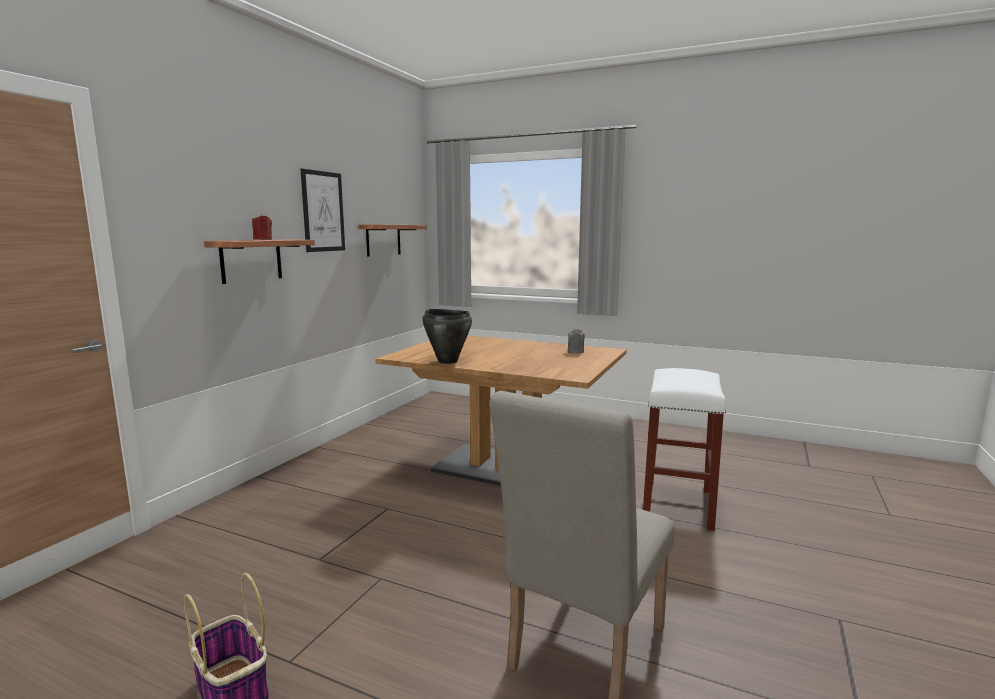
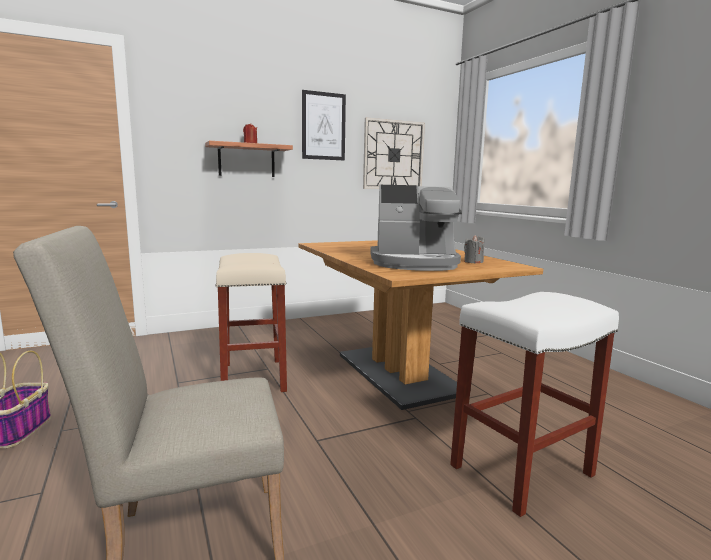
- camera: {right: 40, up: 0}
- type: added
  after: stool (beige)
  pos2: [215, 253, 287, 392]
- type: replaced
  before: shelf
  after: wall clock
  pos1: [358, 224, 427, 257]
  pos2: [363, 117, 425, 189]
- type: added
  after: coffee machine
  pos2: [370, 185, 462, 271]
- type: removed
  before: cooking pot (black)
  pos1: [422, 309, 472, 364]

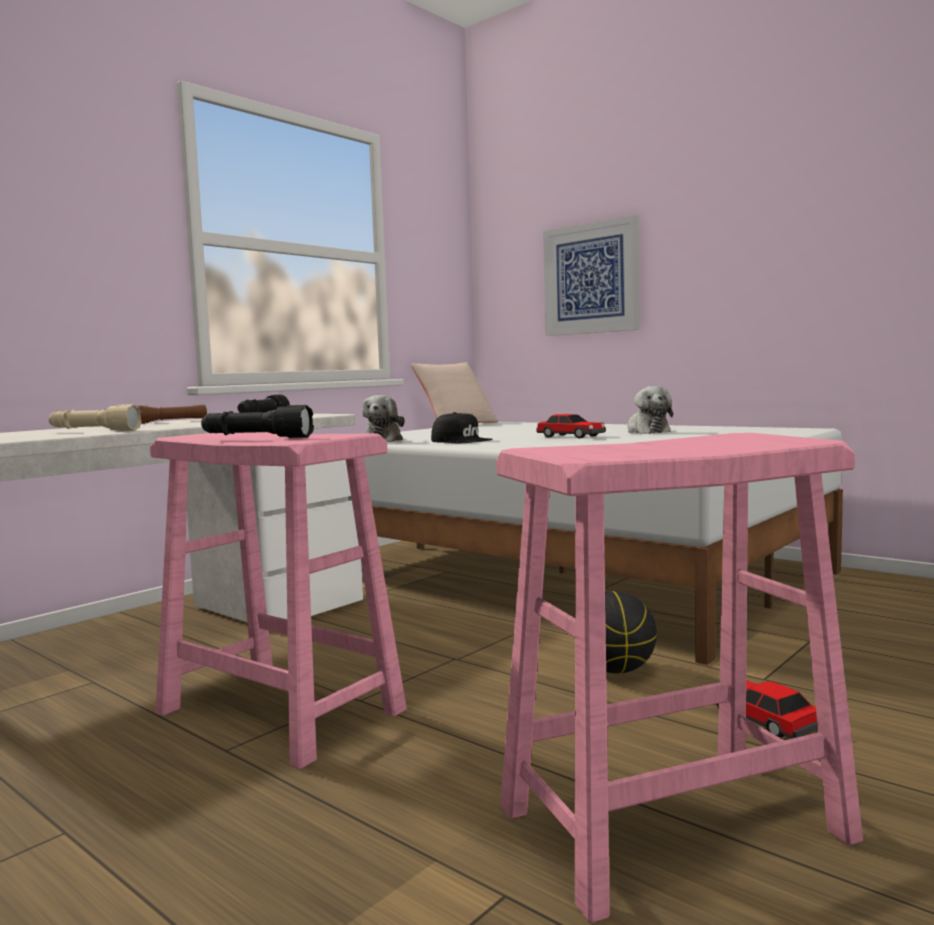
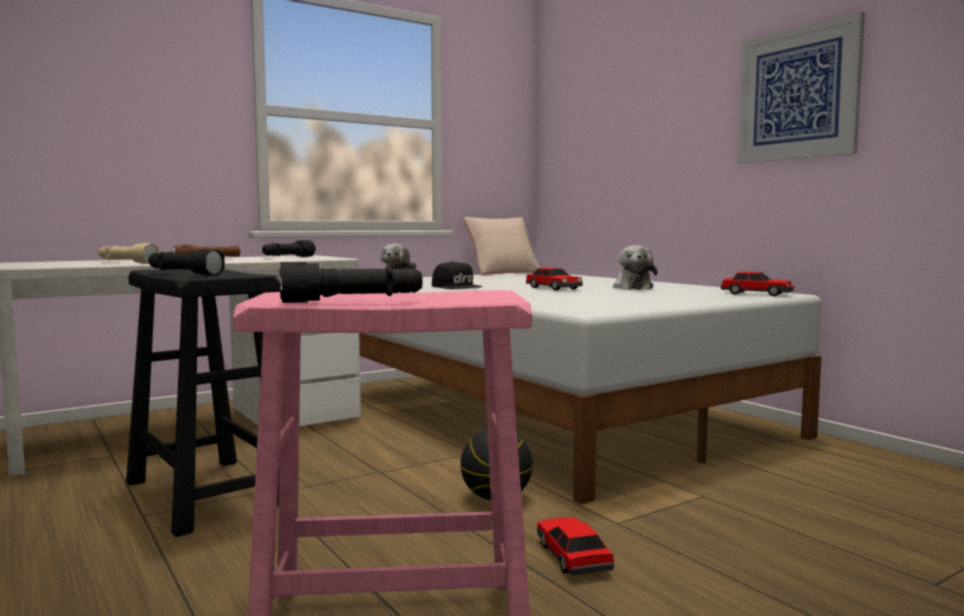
- camera: {right: 15, up: 0}
- type: recoloured
  before: stool (pink)
  after: stool (black)
  pos1: [150, 432, 407, 769]
  pos2: [126, 269, 281, 537]
- type: added
  after: flashlight (black)
  pos2: [280, 262, 422, 303]
- type: added
  after: toy car
  pos2: [721, 271, 794, 296]
- type: moved
  before: picture
  pos1: [543, 215, 640, 336]
  pos2: [737, 11, 865, 163]

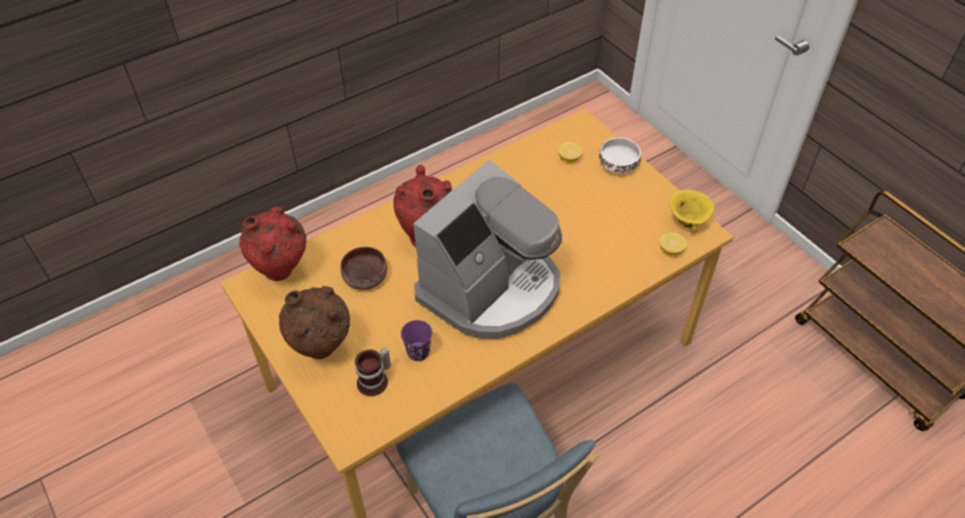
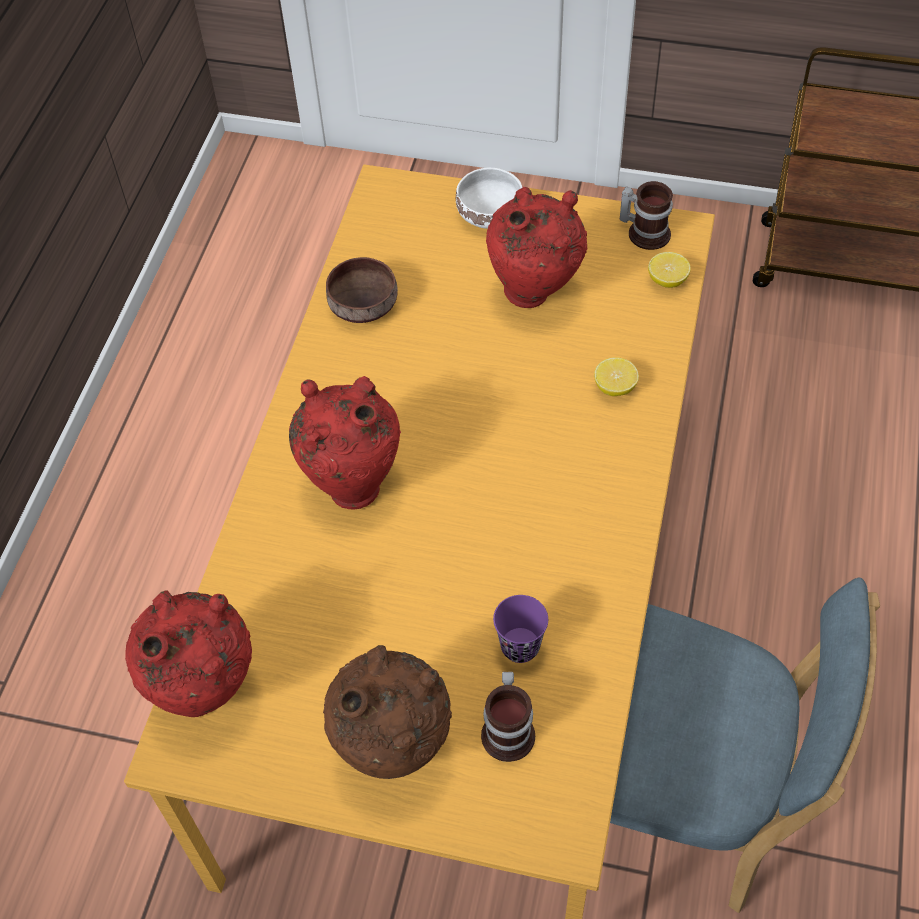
- camera: {right: -40, up: 5}
- type: moved
  before: bowl (brown)
  pos1: [340, 247, 387, 290]
  pos2: [326, 257, 398, 323]
- type: added
  after: vase (red)
  pos2: [486, 187, 587, 308]
- type: moved
  before: lemon
  pos1: [558, 142, 582, 162]
  pos2: [594, 358, 639, 396]
- type: replaced
  before: bowl (yellow)
  after: mug
  pos1: [669, 190, 714, 233]
  pos2: [620, 181, 673, 250]
- type: removed
  before: coffee machine
  pos1: [413, 160, 562, 339]

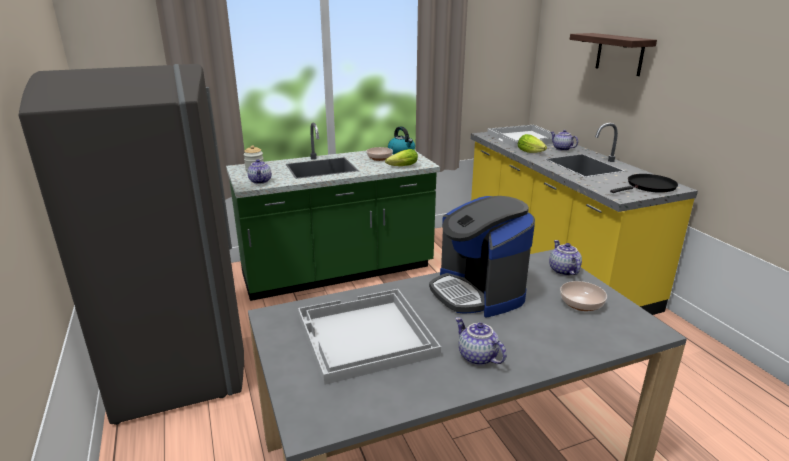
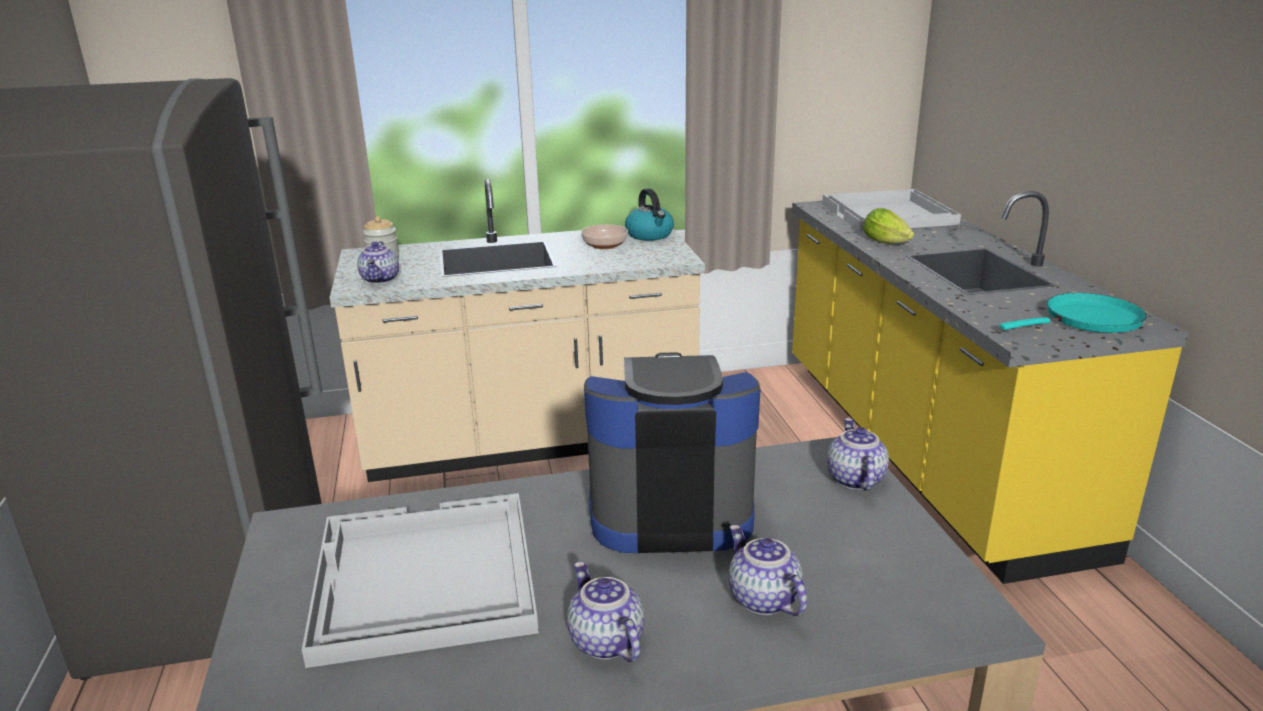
- camera: {right: 10, up: 0}
- type: recoloured
  before: counter (green)
  after: counter (beige)
  pos1: [226, 123, 440, 301]
  pos2: [330, 179, 705, 482]
- type: turned
  before: coffee machine
  pos1: [429, 196, 535, 318]
  pos2: [584, 352, 760, 553]
  turn: 105
- type: moved
  before: teapot
  pos1: [551, 130, 578, 151]
  pos2: [729, 525, 807, 616]
- type: recoloured
  before: frying pan (black)
  after: frying pan (turquoise)
  pos1: [610, 174, 678, 193]
  pos2: [1000, 293, 1147, 333]
- type: removed
  before: lettuce
  pos1: [385, 149, 418, 166]
- type: removed
  before: bowl
  pos1: [560, 281, 607, 311]
- type: removed
  before: shelf
  pos1: [570, 33, 657, 76]

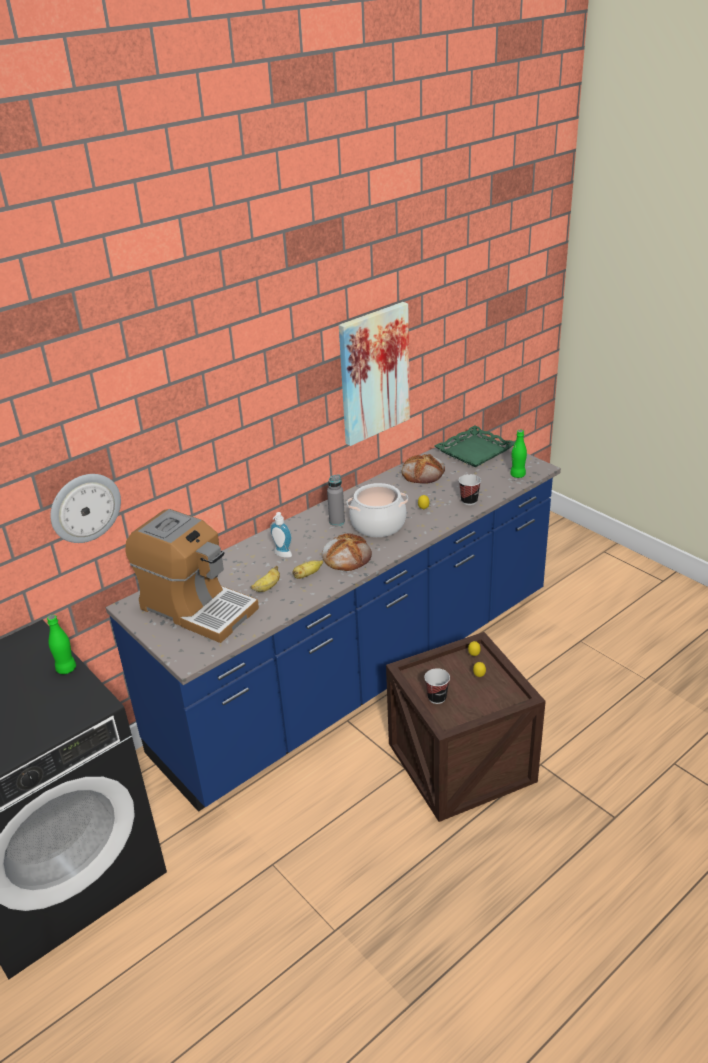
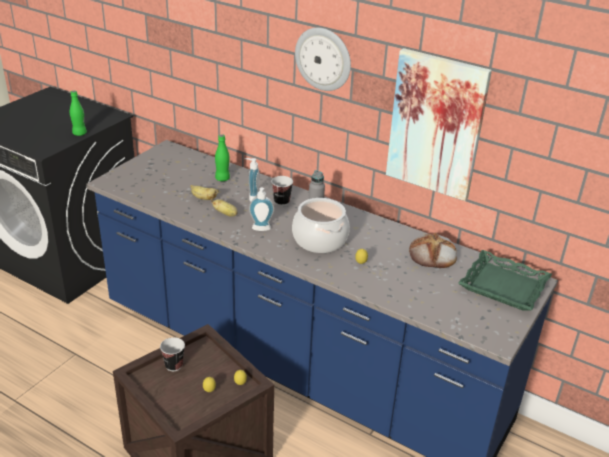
- camera: {right: 70, up: 0}
- type: moved
  before: bottle (green)
  pos1: [510, 430, 527, 478]
  pos2: [215, 134, 230, 181]
- type: replaced
  before: bread
  after: soap dispenser
  pos1: [322, 533, 372, 571]
  pos2: [249, 187, 274, 231]
- type: moved
  before: cup
  pos1: [459, 474, 481, 505]
  pos2: [271, 176, 293, 206]
- type: moved
  before: wall clock
  pos1: [50, 474, 121, 543]
  pos2: [295, 28, 351, 91]
- type: removed
  before: coffee machine
  pos1: [125, 509, 259, 643]

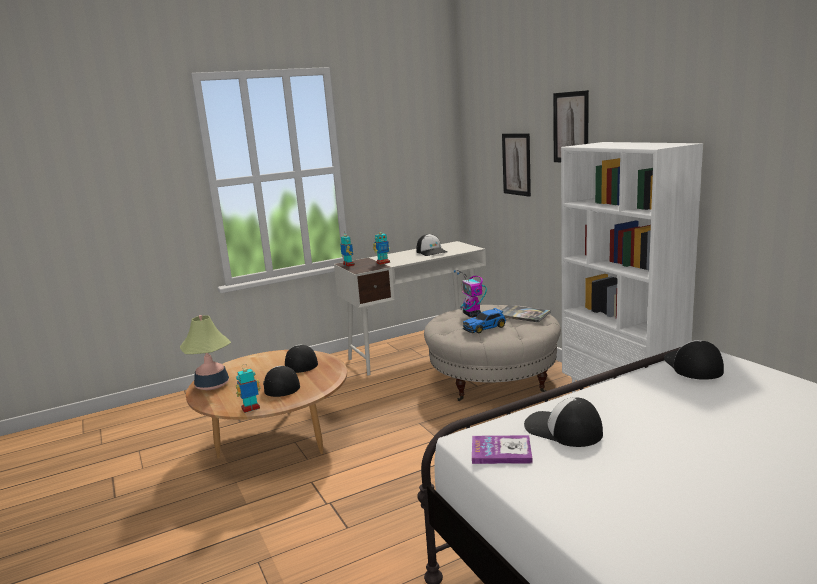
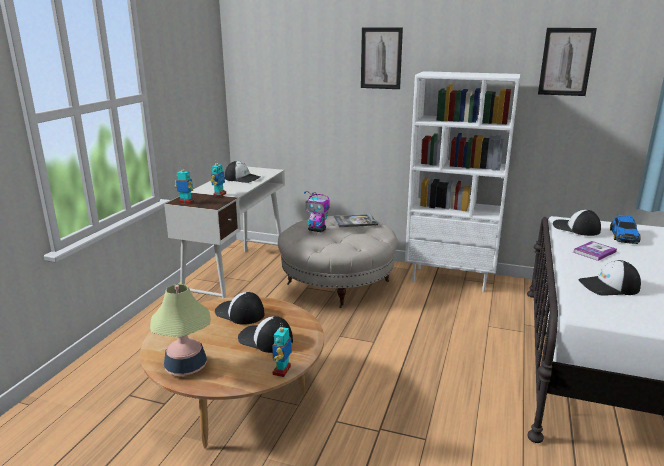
- camera: {right: -45, up: 5}
- type: moved
  before: picture
  pos1: [502, 133, 531, 197]
  pos2: [538, 28, 597, 96]
- type: moved
  before: book
  pos1: [472, 435, 533, 464]
  pos2: [573, 241, 617, 261]
- type: moved
  before: toy car
  pos1: [463, 308, 506, 333]
  pos2: [610, 215, 641, 244]

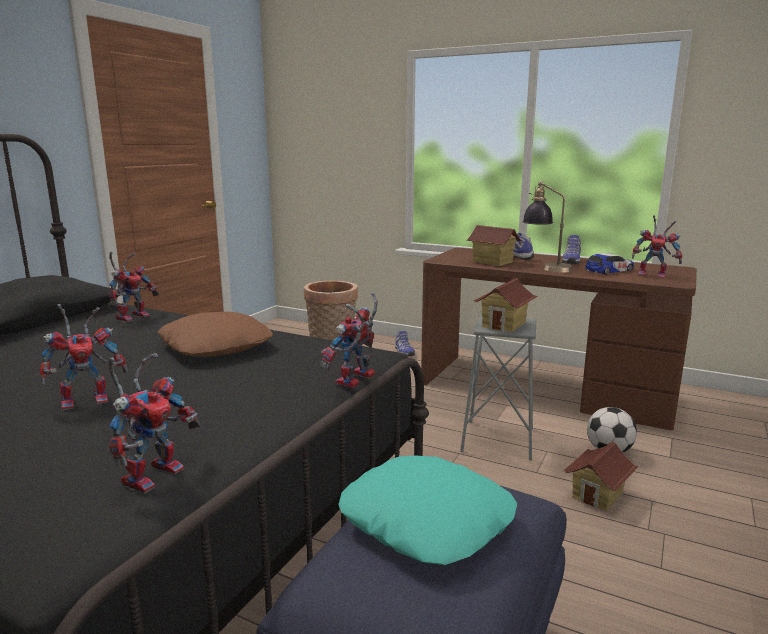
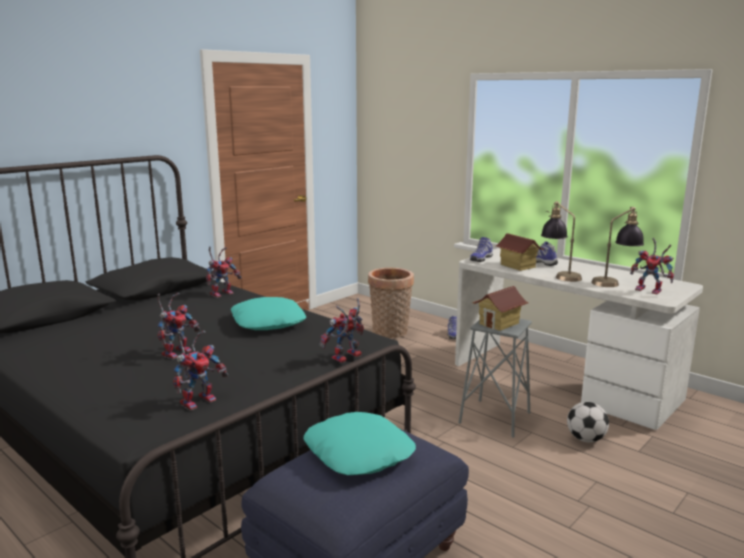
- camera: {right: 15, up: 0}
- type: turned
  before: toy robot
  pos1: [40, 304, 128, 411]
  pos2: [157, 293, 200, 359]
  turn: -45
- type: recoloured
  before: pillow (brown)
  after: pillow (turquoise)
  pos1: [158, 311, 273, 357]
  pos2: [231, 297, 306, 330]
- type: recoloured
  before: desk (brown)
  after: desk (white)
  pos1: [421, 248, 697, 430]
  pos2: [455, 248, 703, 430]
- type: moved
  before: shoe
  pos1: [562, 235, 581, 264]
  pos2: [470, 237, 493, 262]
- type: replaced
  before: toy car
  after: table lamp
  pos1: [585, 253, 634, 275]
  pos2: [591, 207, 644, 287]
- type: removed
  before: toy house
  pos1: [563, 442, 638, 511]

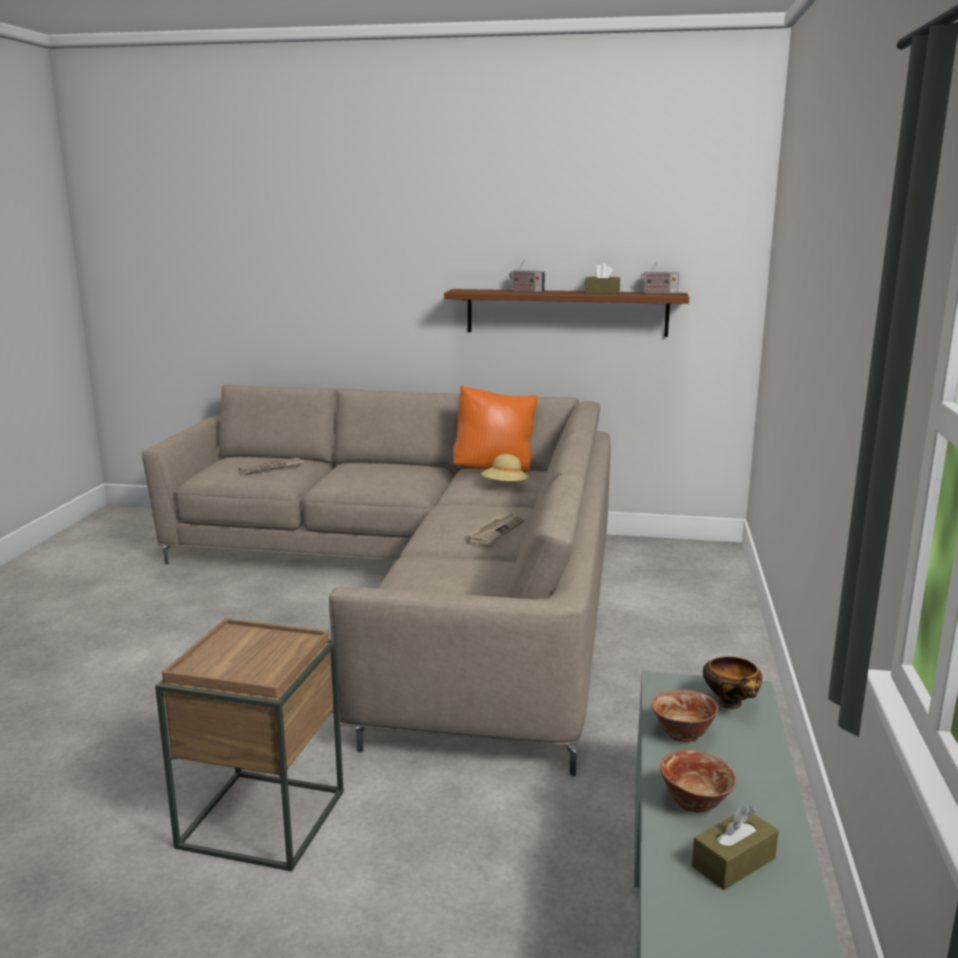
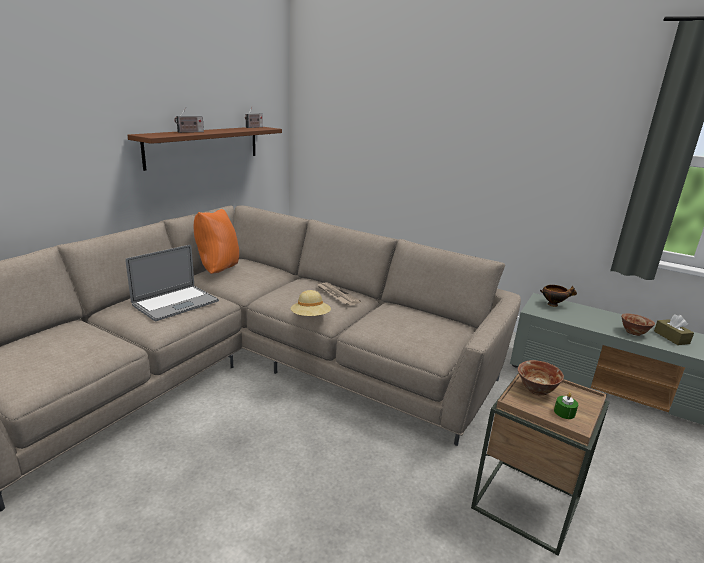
- camera: {right: -70, up: 5}
- type: added
  after: laptop
  pos2: [126, 244, 219, 322]
- type: moved
  before: hat (beige)
  pos1: [481, 454, 529, 482]
  pos2: [291, 290, 331, 316]
- type: moved
  before: bowl
  pos1: [651, 690, 718, 742]
  pos2: [518, 360, 564, 396]
- type: added
  after: candle (green)
  pos2: [554, 392, 578, 419]
- type: removed
  before: newspaper
  pos1: [239, 458, 304, 475]
- type: removed
  before: tissue box (brown)
  pos1: [585, 263, 620, 294]

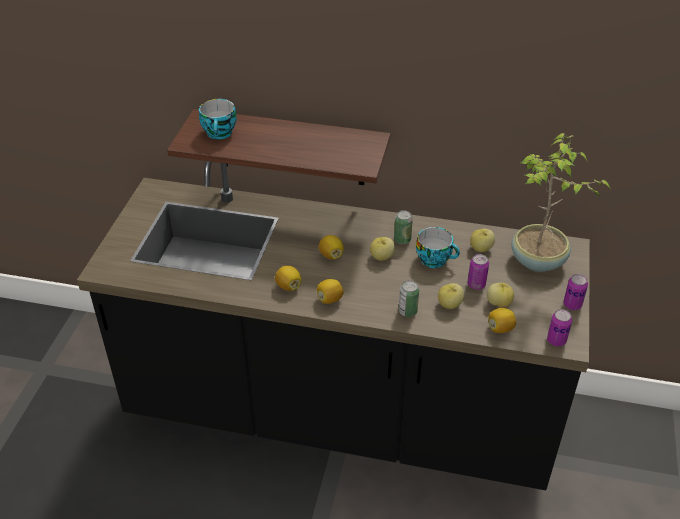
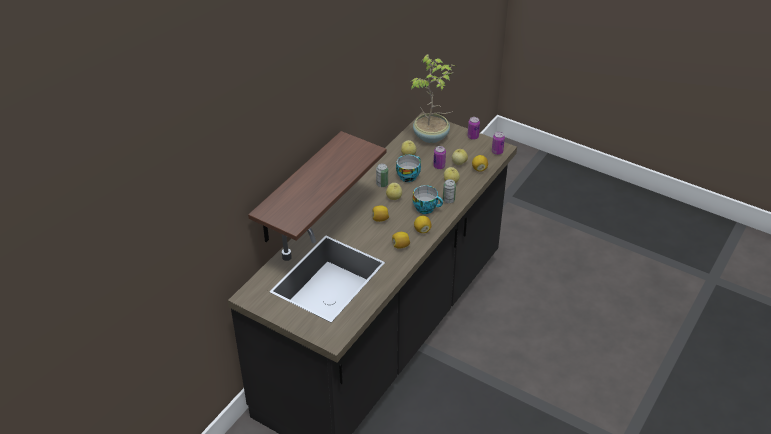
- camera: {right: -70, up: 0}
- type: moved
  before: cup
  pos1: [199, 99, 237, 139]
  pos2: [412, 185, 443, 214]

